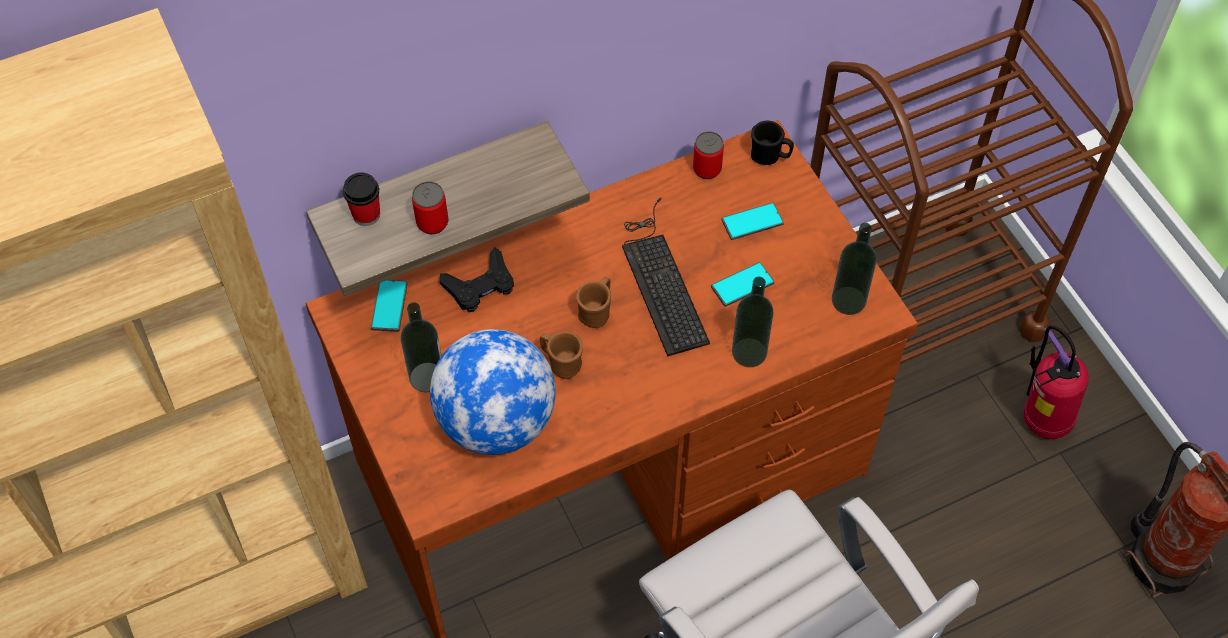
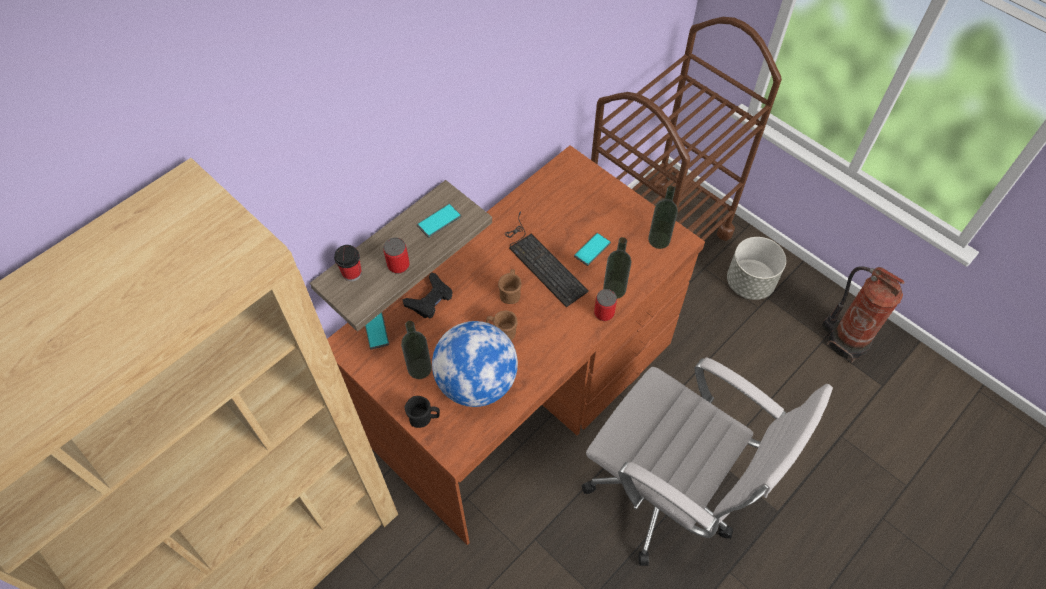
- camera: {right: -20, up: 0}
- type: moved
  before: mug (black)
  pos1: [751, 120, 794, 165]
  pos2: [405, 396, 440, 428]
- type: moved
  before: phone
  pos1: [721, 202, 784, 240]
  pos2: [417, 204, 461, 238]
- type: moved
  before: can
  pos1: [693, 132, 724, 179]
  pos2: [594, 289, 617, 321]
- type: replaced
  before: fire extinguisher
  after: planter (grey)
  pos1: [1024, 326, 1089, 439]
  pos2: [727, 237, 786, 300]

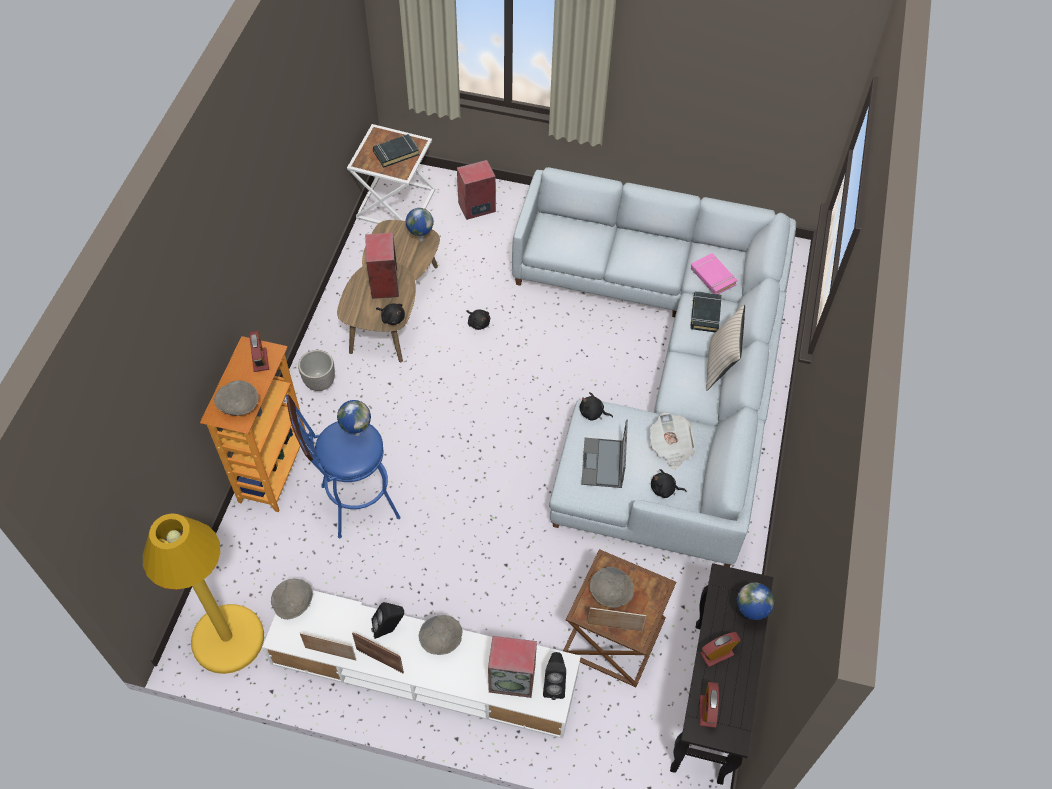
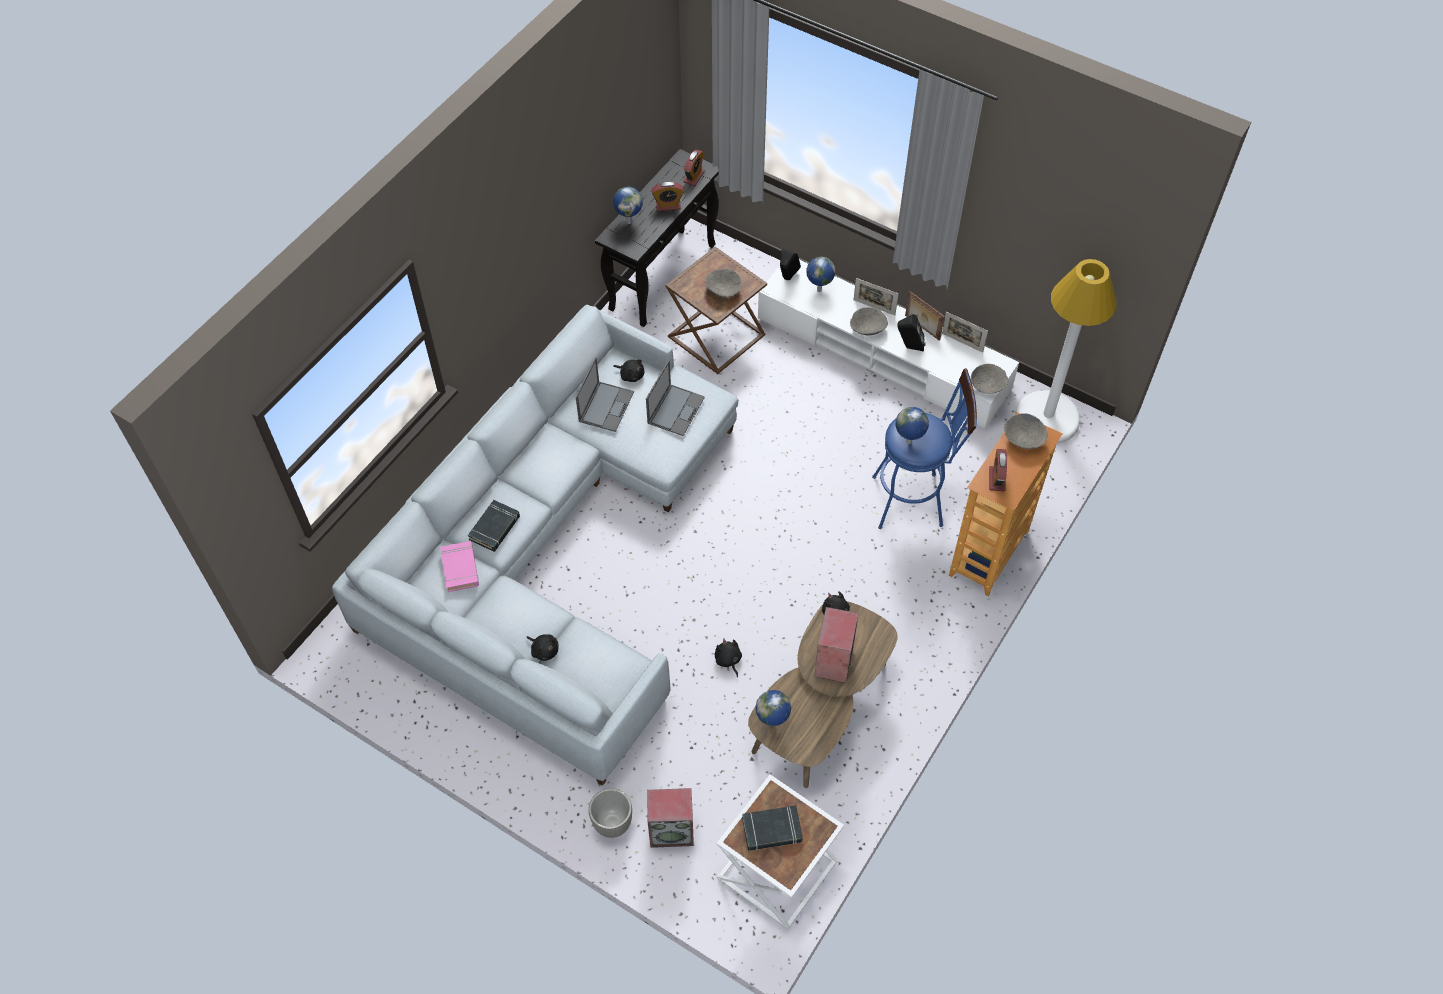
- camera: {right: -160, up: 0}
- type: moved
  before: plush toy (black)
  pos1: [580, 392, 613, 421]
  pos2: [526, 634, 559, 661]
- type: replaced
  before: newspaper
  after: laptop
  pos1: [650, 412, 695, 469]
  pos2: [576, 357, 634, 432]
- type: moved
  before: planter
  pos1: [298, 350, 335, 391]
  pos2: [589, 788, 632, 838]
- type: replaced
  before: speaker
  after: globe
  pos1: [488, 636, 537, 698]
  pos2: [806, 257, 835, 292]
- type: moved
  before: picture frame
  pos1: [587, 607, 646, 632]
  pos2: [854, 278, 899, 315]
- type: recoloured
  before: floor lamp (yellow)
  after: floor lamp (white)
  pos1: [143, 513, 264, 674]
  pos2: [1015, 259, 1117, 444]
- type: removed
  before: pillow (beige)
  pos1: [706, 304, 745, 391]

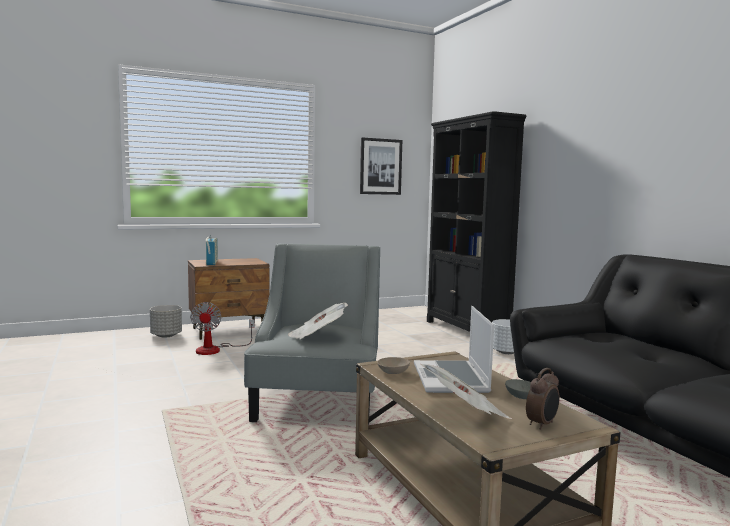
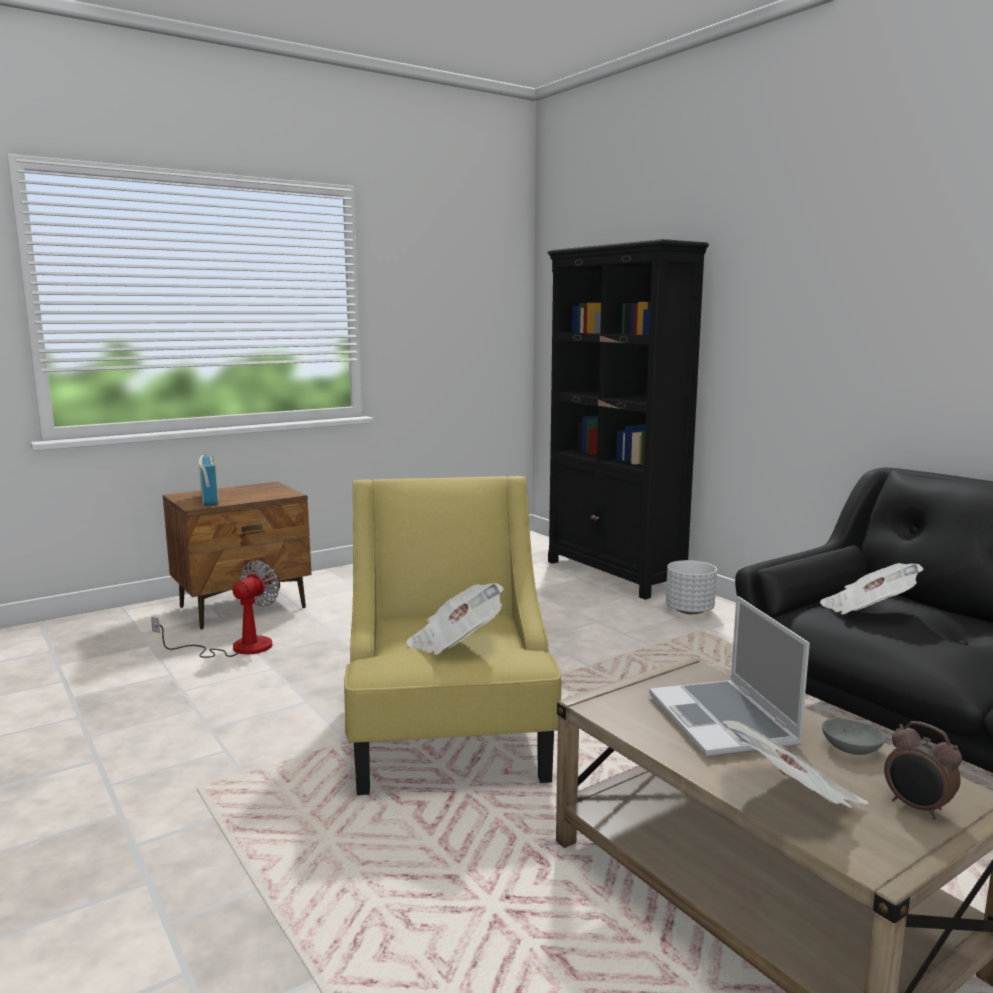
- camera: {right: -10, up: 5}
- type: turned
  before: fan
  pos1: [190, 302, 255, 355]
  pos2: [151, 560, 280, 658]
  turn: -135
- type: recoloured
  before: armchair (grey)
  after: armchair (yellow)
  pos1: [244, 243, 380, 425]
  pos2: [344, 476, 561, 795]
- type: added
  after: newspaper
  pos2: [820, 563, 924, 614]
- type: turned
  before: alarm clock
  pos1: [526, 368, 560, 430]
  pos2: [884, 721, 962, 820]
  turn: 105
- type: removed
  before: planter (grey)
  pos1: [150, 305, 182, 338]
- type: removed
  before: picture
  pos1: [360, 137, 402, 195]
- type: removed
  before: bowl (beige)
  pos1: [377, 357, 410, 374]

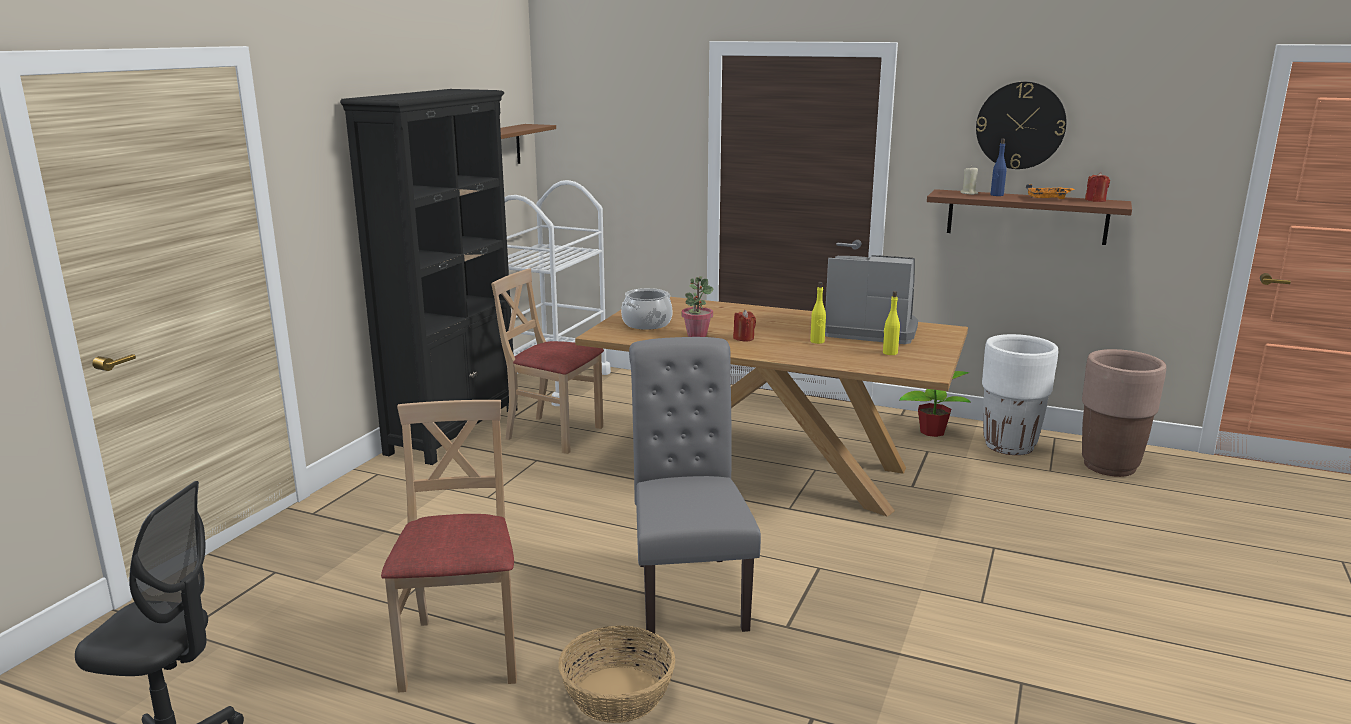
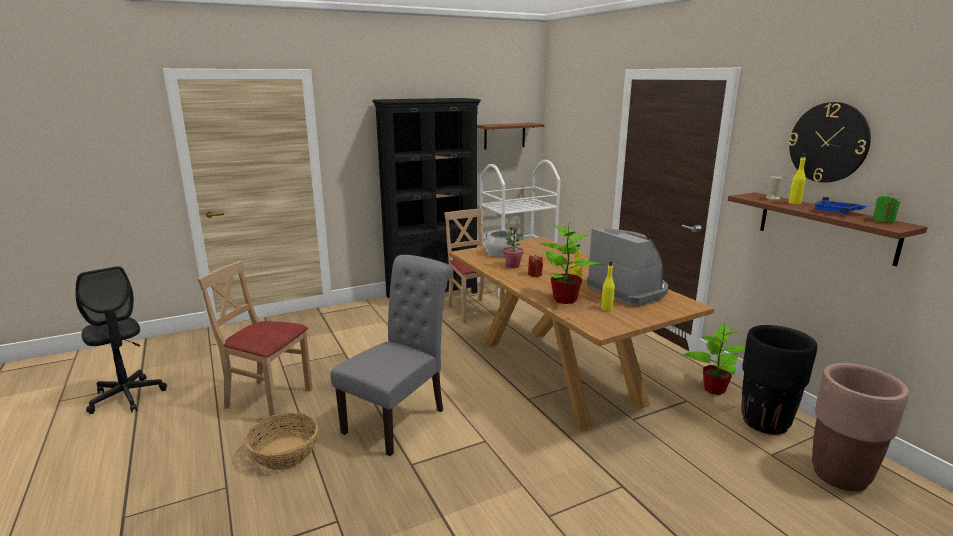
- camera: {right: 40, up: 0}
- type: turned
  before: chair (beige)
  pos1: [381, 400, 517, 693]
  pos2: [198, 261, 313, 421]
  turn: -105
- type: added
  after: potted plant
  pos2: [539, 225, 604, 304]
- type: recoloured
  before: planter (white)
  after: planter (black)
  pos1: [982, 334, 1058, 455]
  pos2: [742, 325, 817, 435]
- type: recoloured
  before: bottle (blue)
  after: bottle (yellow)
  pos1: [990, 139, 1007, 196]
  pos2: [788, 153, 806, 204]
- type: recoloured
  before: tray (orange)
  after: tray (blue)
  pos1: [1026, 184, 1075, 199]
  pos2: [813, 197, 869, 214]
- type: recoloured
  before: candle (red)
  after: candle (green)
  pos1: [1085, 172, 1110, 202]
  pos2: [872, 193, 901, 223]

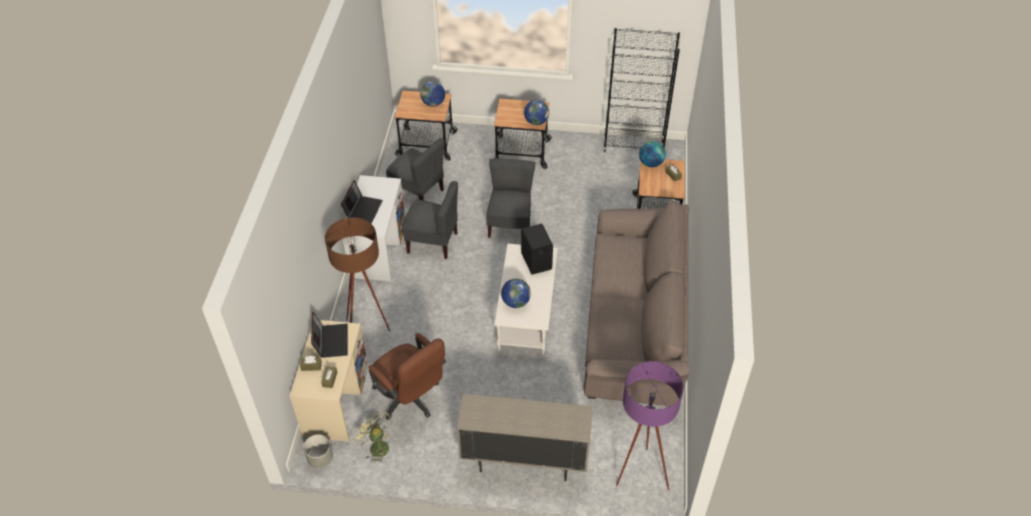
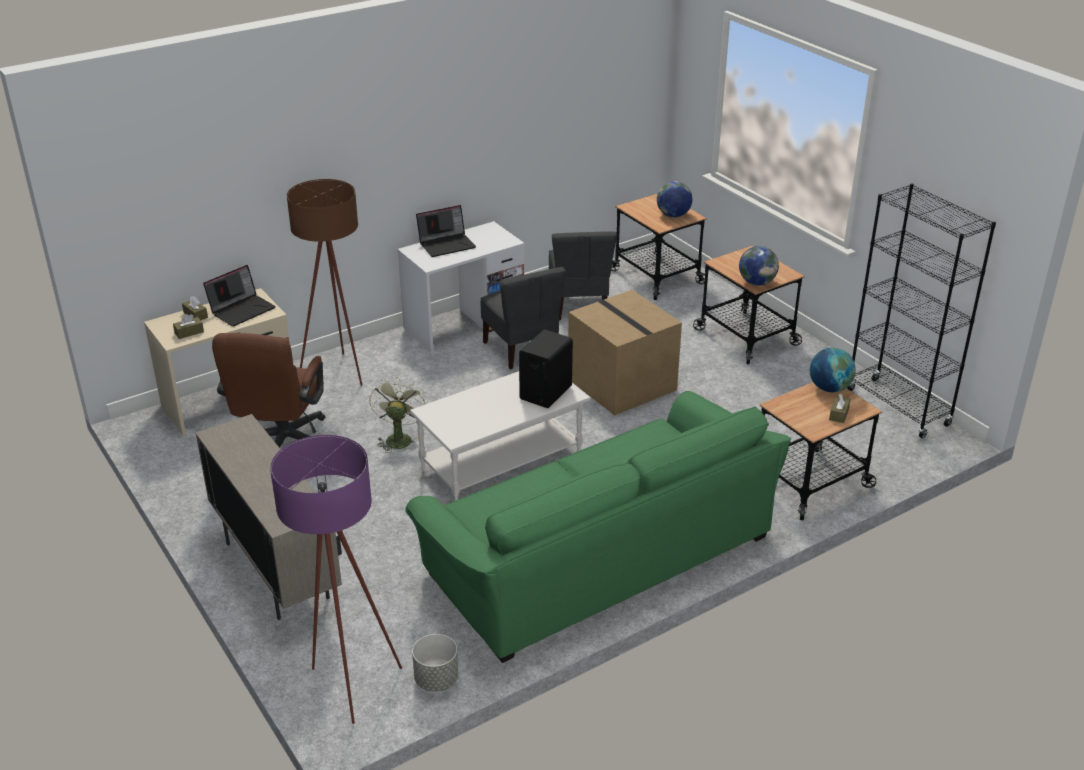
- camera: {right: 50, up: -15}
- type: moved
  before: fan (green)
  pos1: [352, 410, 390, 463]
  pos2: [369, 377, 426, 453]
- type: recoloured
  before: sofa (brown)
  after: sofa (green)
  pos1: [584, 201, 689, 407]
  pos2: [405, 391, 791, 663]
- type: moved
  before: planter (grey)
  pos1: [303, 434, 333, 468]
  pos2: [412, 634, 458, 692]
- type: replaced
  before: chair (grey)
  after: cardboard box
  pos1: [486, 159, 535, 238]
  pos2: [568, 290, 682, 416]
- type: removed
  before: globe
  pos1: [501, 279, 531, 308]

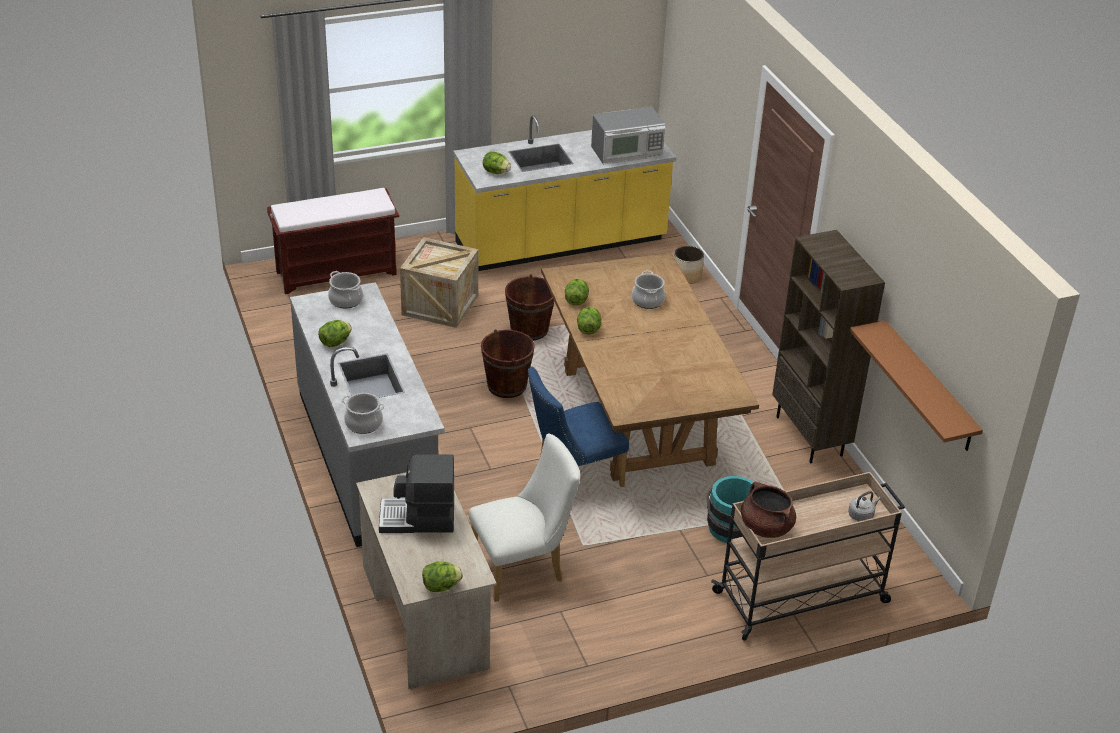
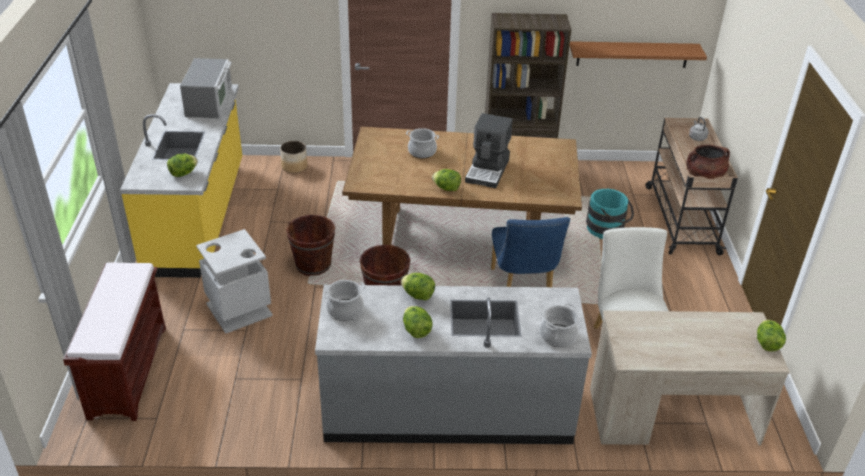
- camera: {right: -70, up: 0}
- type: replaced
  before: crate
  after: trash can (grey)
  pos1: [400, 237, 478, 328]
  pos2: [196, 229, 273, 334]
- type: moved
  before: lettuce
  pos1: [565, 278, 589, 305]
  pos2: [401, 273, 435, 300]
- type: moved
  before: coffee machine
  pos1: [379, 454, 454, 533]
  pos2: [465, 113, 513, 188]

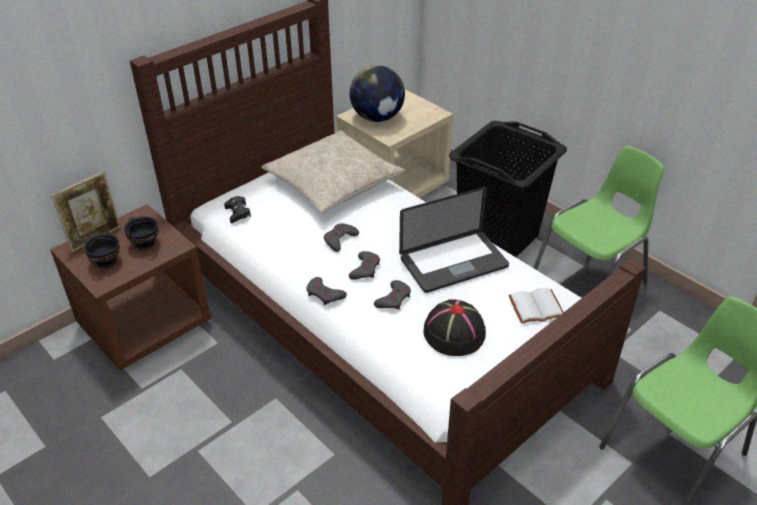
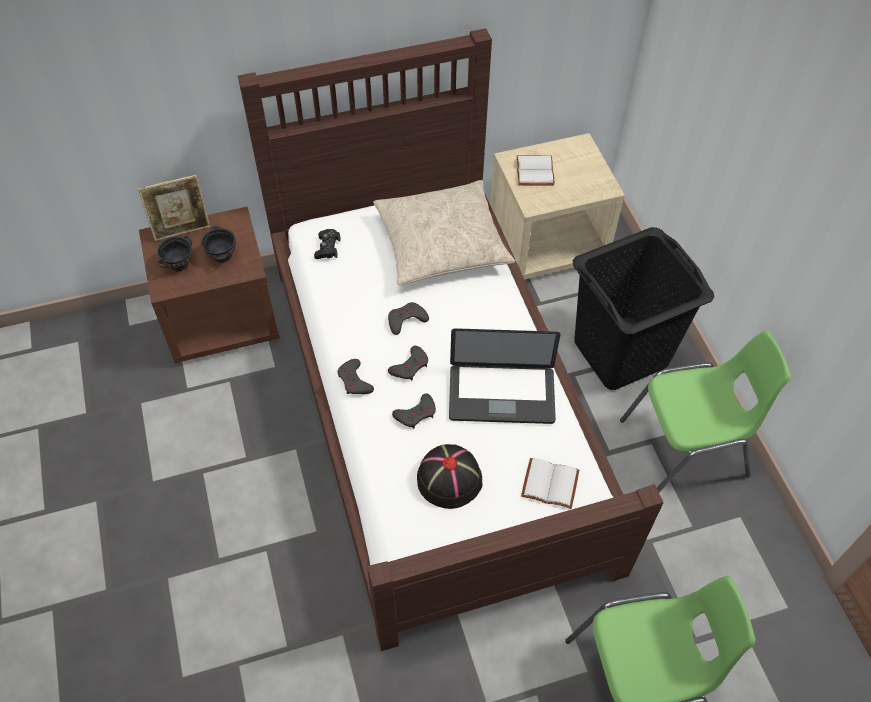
- camera: {right: 25, up: 15}
- type: replaced
  before: globe
  after: book (white)
  pos1: [349, 65, 405, 122]
  pos2: [516, 156, 555, 186]

